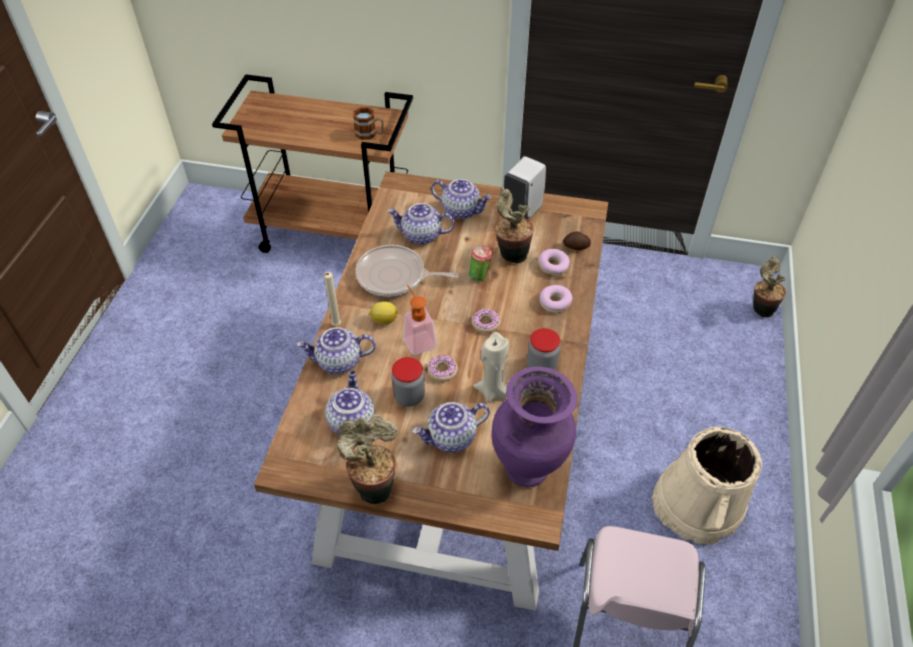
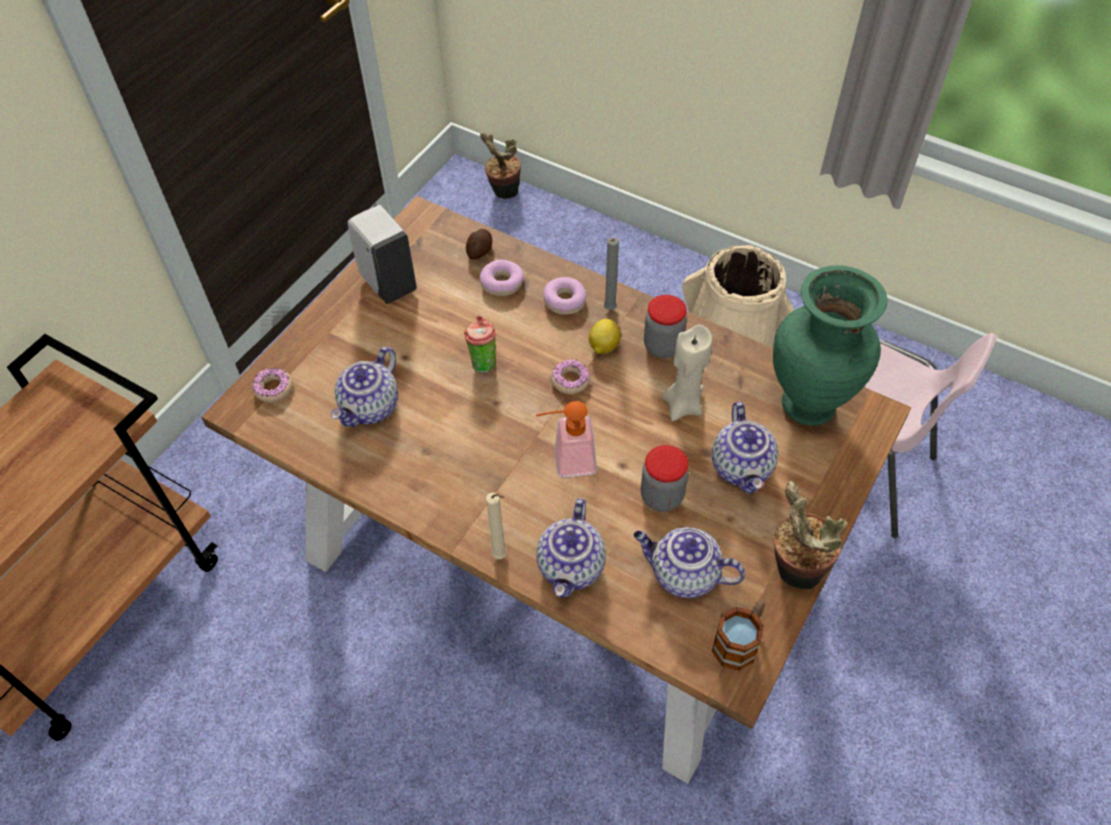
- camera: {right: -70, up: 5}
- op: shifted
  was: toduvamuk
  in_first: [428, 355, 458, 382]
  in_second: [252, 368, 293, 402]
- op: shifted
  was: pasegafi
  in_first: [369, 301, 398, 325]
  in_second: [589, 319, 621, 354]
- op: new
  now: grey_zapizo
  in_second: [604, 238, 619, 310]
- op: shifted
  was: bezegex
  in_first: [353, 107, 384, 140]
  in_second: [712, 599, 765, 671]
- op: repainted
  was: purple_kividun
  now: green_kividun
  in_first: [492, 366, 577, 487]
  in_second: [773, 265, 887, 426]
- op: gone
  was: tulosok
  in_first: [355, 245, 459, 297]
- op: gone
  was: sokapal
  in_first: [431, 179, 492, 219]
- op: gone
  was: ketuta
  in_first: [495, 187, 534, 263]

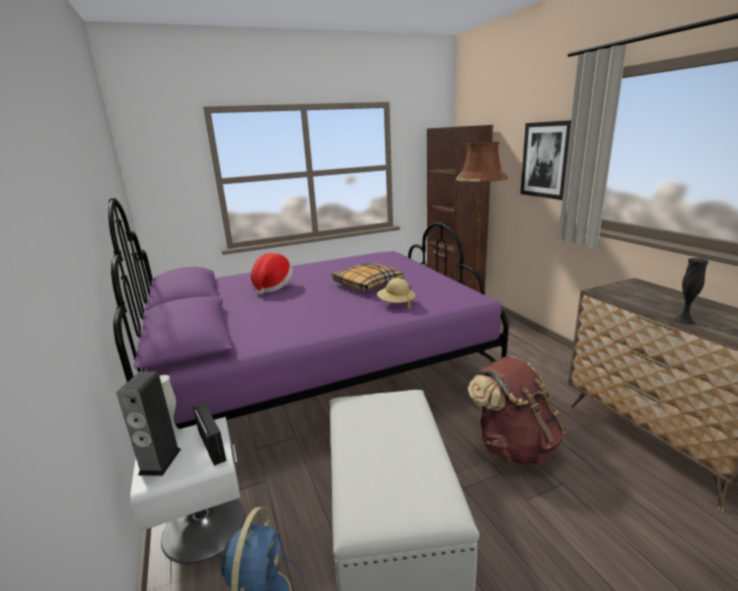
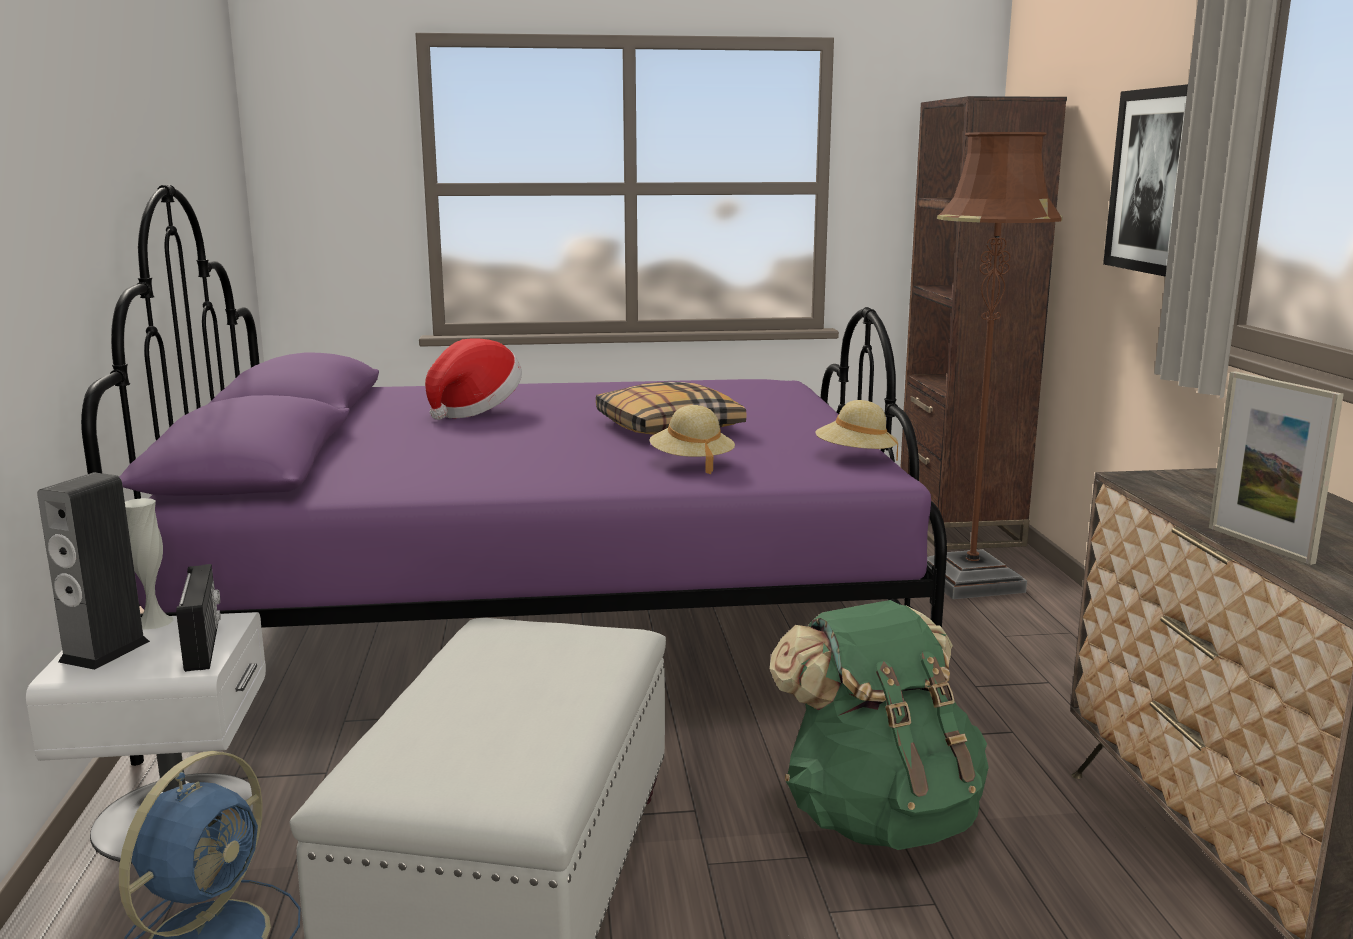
- camera: {right: 15, up: -5}
- op: repainted
  was: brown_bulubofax
  now: green_bulubofax
  in_first: [468, 356, 566, 464]
  in_second: [769, 600, 989, 850]
- op: new
  now: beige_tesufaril
  in_second: [815, 400, 898, 461]
- op: swapped
  was: black_kividun
  now: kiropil
  in_first: [673, 258, 709, 325]
  in_second: [1209, 371, 1344, 565]

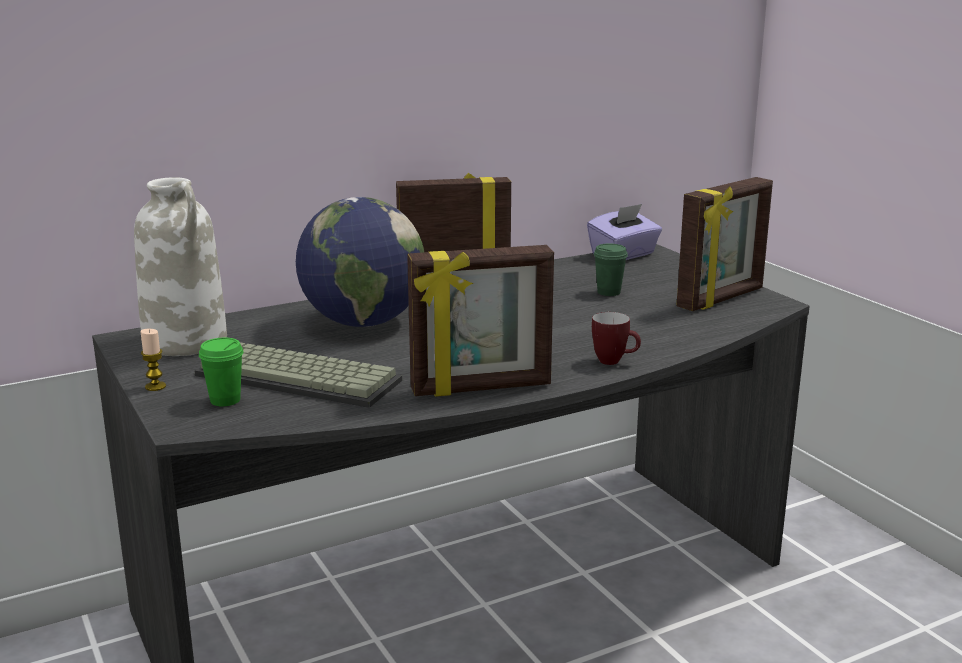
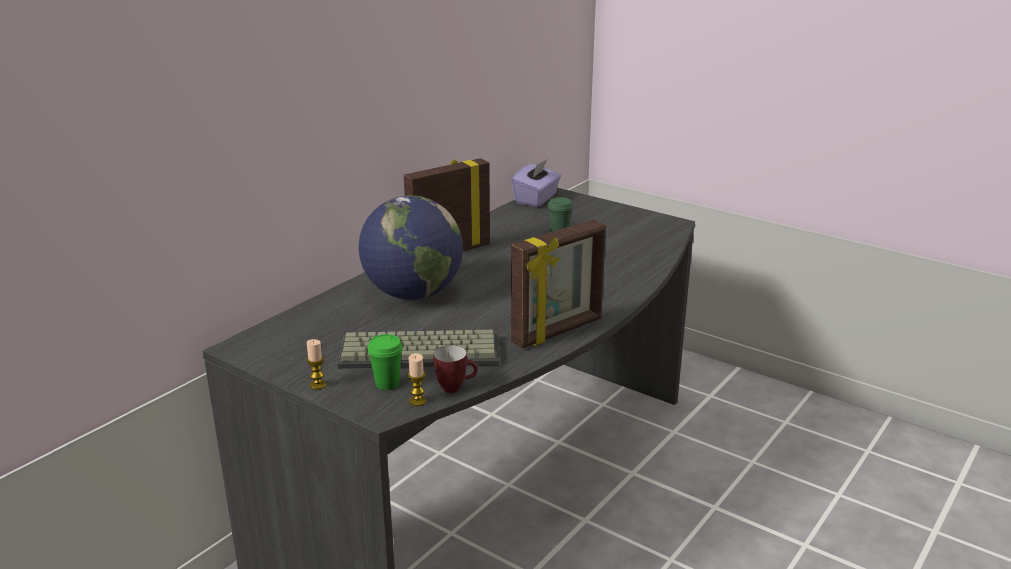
- camera: {right: -25, up: 5}
- op: new
  now: zapizo
  in_second: [408, 353, 426, 406]
- op: shifted
  was: bezegex
  in_first: [592, 312, 641, 365]
  in_second: [433, 345, 477, 393]
- op: gone
  was: white_kividun
  in_first: [134, 177, 227, 356]
- op: gone
  was: kiropil
  in_first: [676, 177, 773, 311]

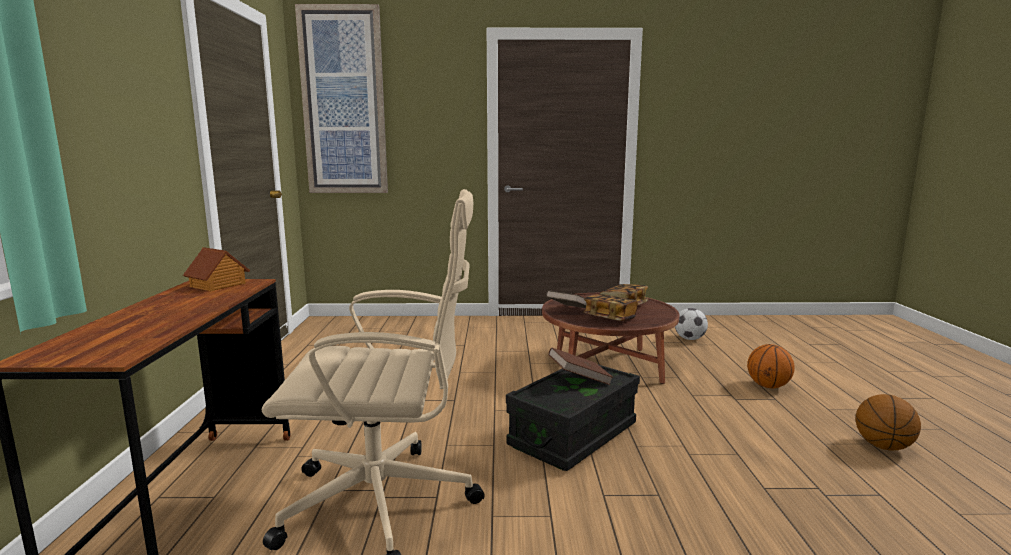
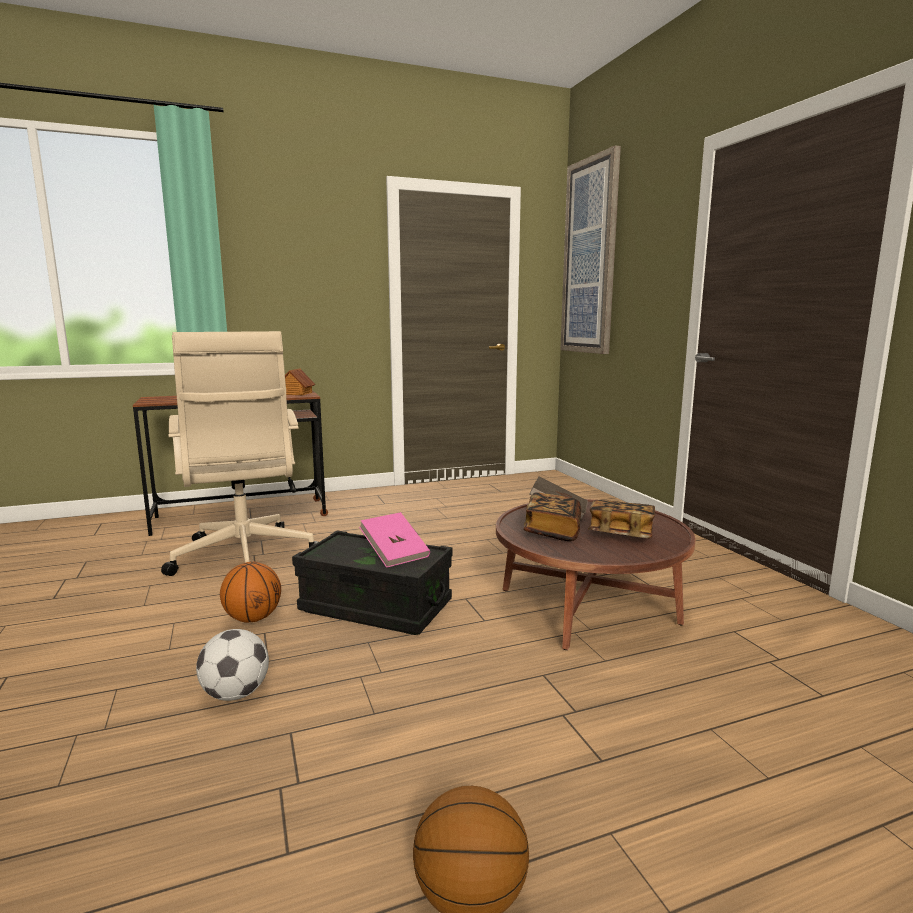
- camera: {right: 70, up: 0}
- op: shifted
  was: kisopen
  in_first: [675, 308, 708, 340]
  in_second: [196, 629, 269, 701]
- op: shifted
  was: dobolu
  in_first: [747, 344, 795, 389]
  in_second: [220, 562, 281, 623]
- op: repainted
  was: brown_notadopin
  now: pink_notadopin
  in_first: [548, 347, 614, 385]
  in_second: [359, 512, 430, 568]

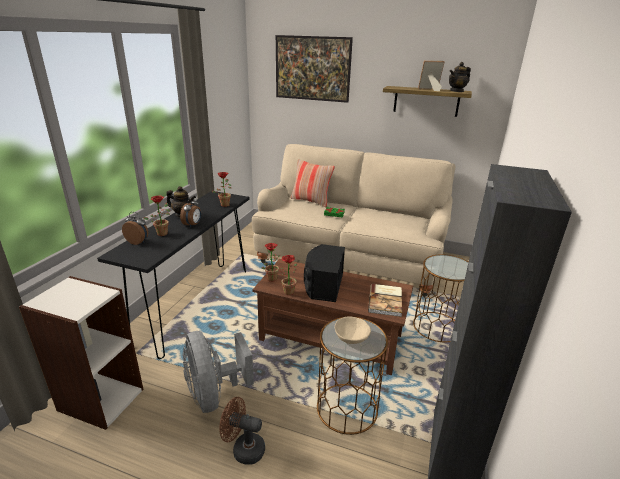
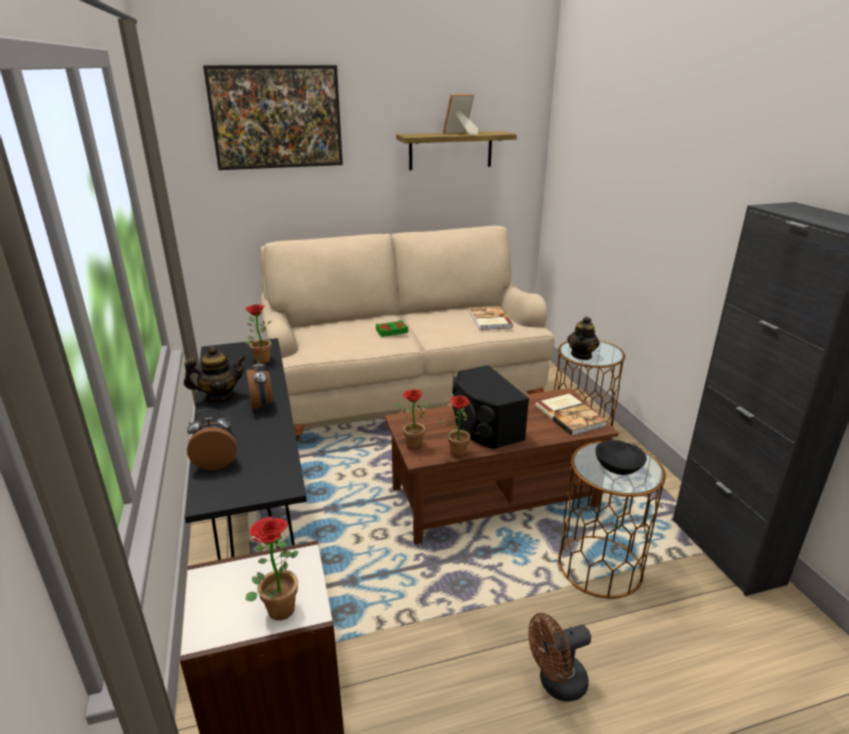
- camera: {right: -35, up: 0}
- op: shifted
  was: ketuta
  in_first: [144, 196, 170, 236]
  in_second: [246, 516, 299, 620]
- op: new
  now: notadopin
  in_second: [470, 306, 513, 330]
- op: shifted
  was: sokapal
  in_first: [449, 62, 471, 92]
  in_second: [567, 316, 600, 360]
- op: repainted
  was: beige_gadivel
  now: black_gadivel
  in_first: [335, 317, 371, 344]
  in_second: [595, 440, 647, 475]
- op: gone
  was: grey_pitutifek
  in_first: [183, 331, 254, 413]
- op: gone
  was: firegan
  in_first: [290, 159, 335, 207]

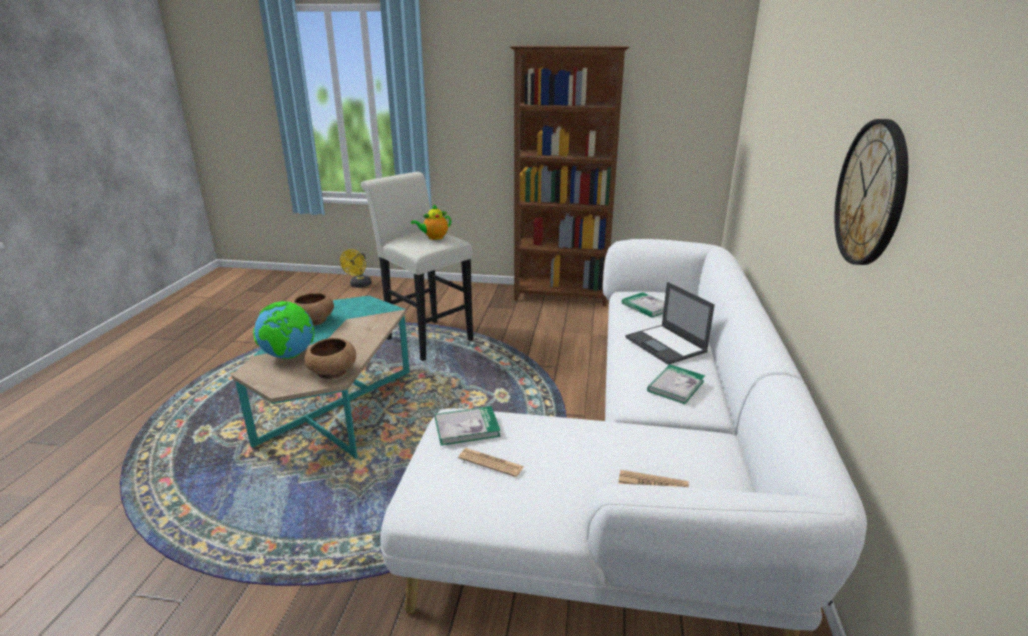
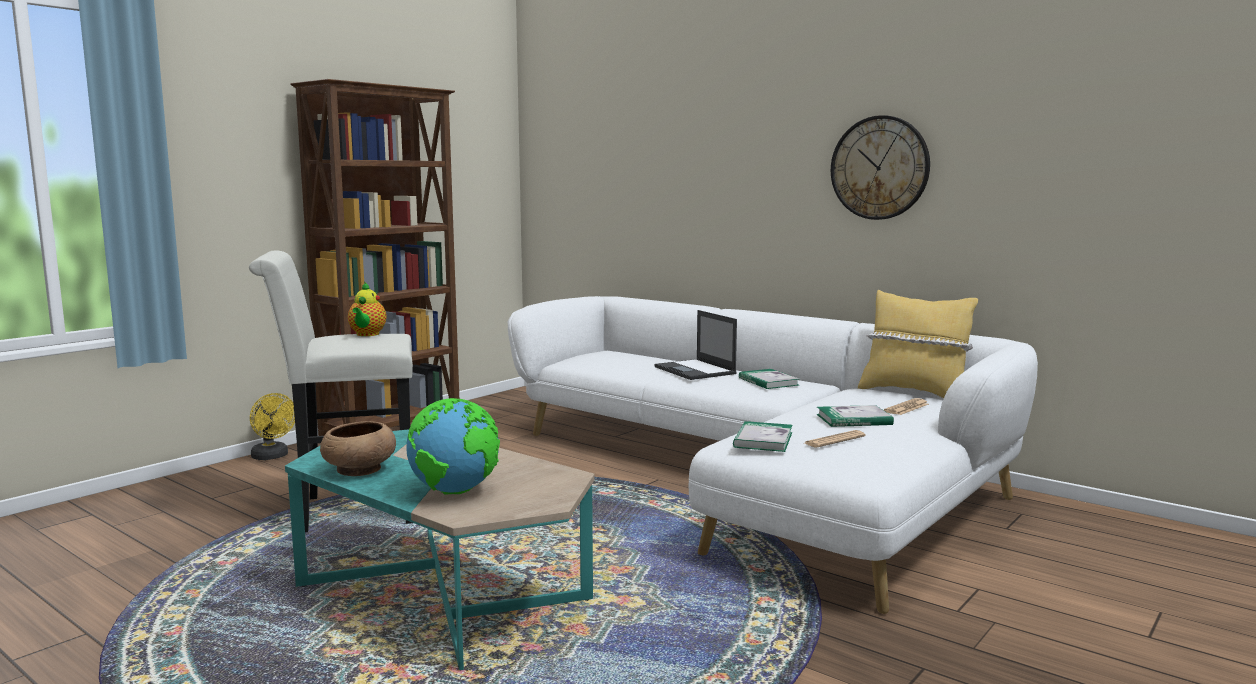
- camera: {right: -60, up: -15}
- op: shifted
  was: yellow_pitutifek
  in_first: [340, 249, 372, 287]
  in_second: [250, 393, 295, 460]
- op: rotated
  was: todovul
  in_first: [625, 282, 715, 365]
  in_second: [654, 310, 737, 380]
  clockwise: 60
- op: shifted
  was: notadopin
  in_first: [622, 292, 665, 317]
  in_second: [817, 405, 894, 427]
- op: new
  now: yellow_firegan
  in_second: [858, 290, 978, 398]
- op: gone
  was: brown_gadivel
  in_first: [305, 338, 356, 379]

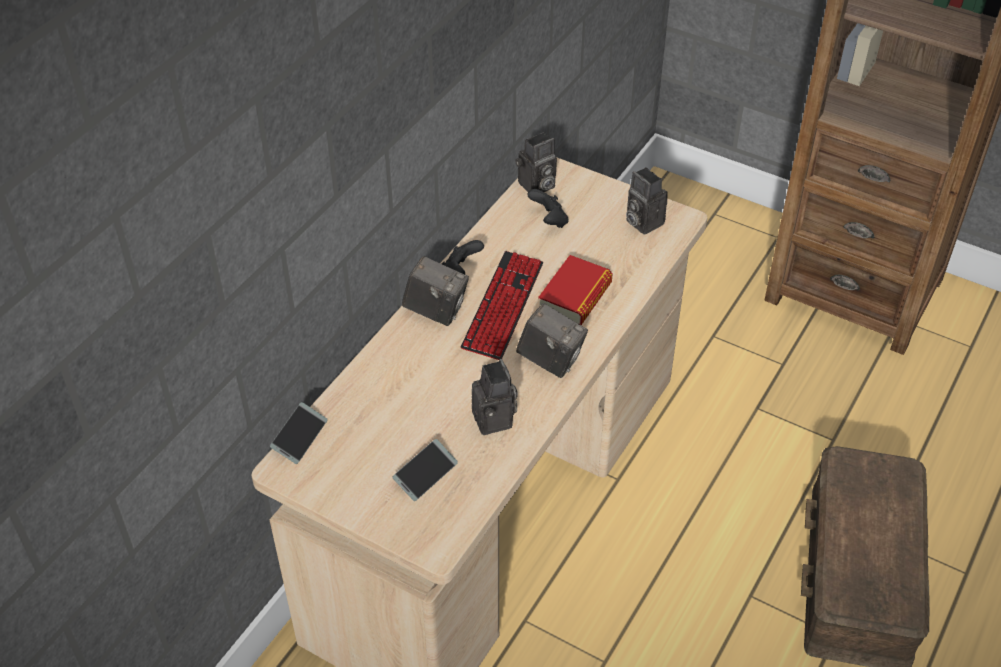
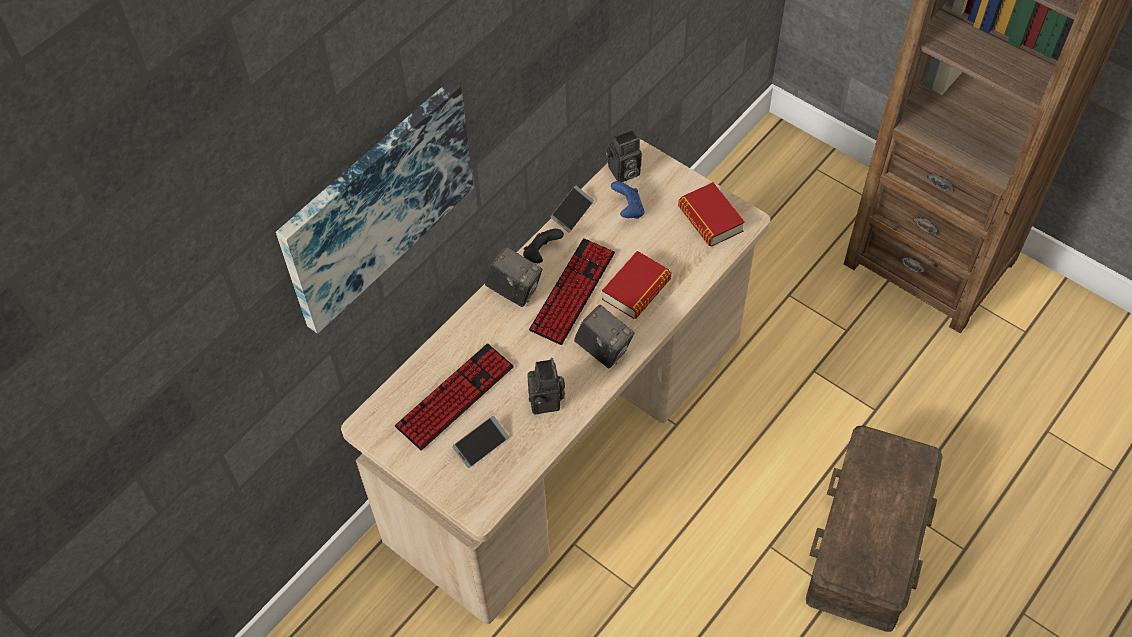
- camera: {right: 10, up: 10}
- op: new
  now: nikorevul
  in_second: [276, 80, 474, 334]
- op: new
  now: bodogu
  in_second: [395, 344, 514, 450]
- op: shifted
  was: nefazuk
  in_first: [270, 402, 327, 464]
  in_second: [550, 186, 594, 232]
- op: repainted
  was: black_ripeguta
  now: blue_ripeguta
  in_first: [527, 189, 569, 228]
  in_second: [611, 181, 645, 219]
- op: swapped
  was: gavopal
  now: notadopin
  in_first: [626, 167, 668, 235]
  in_second: [678, 182, 745, 247]

